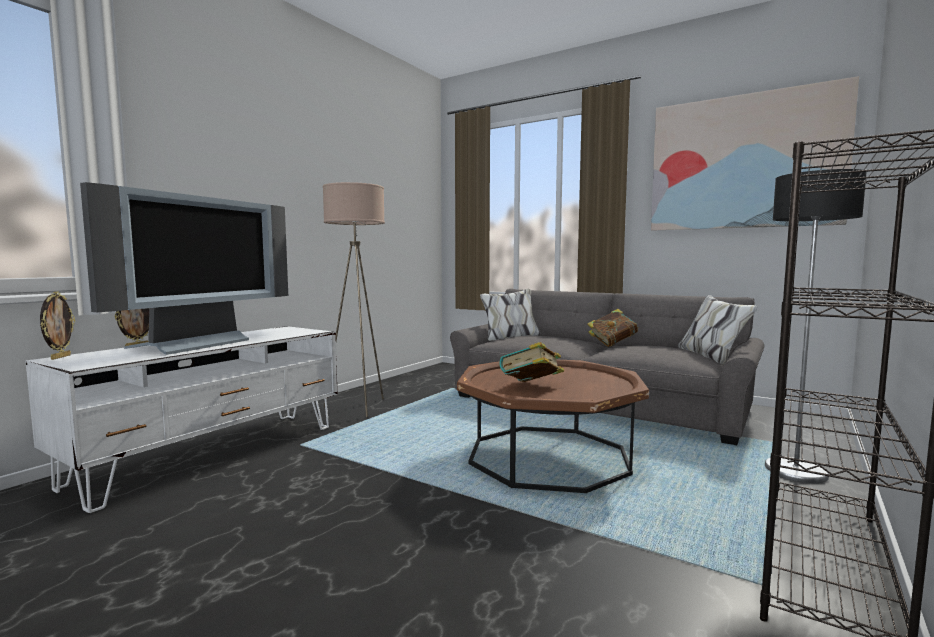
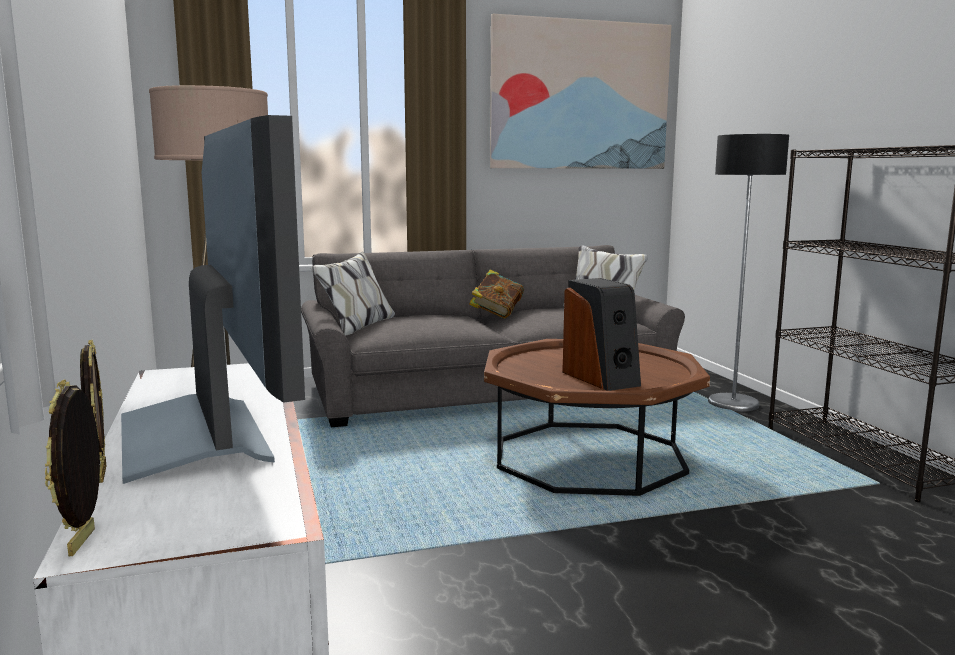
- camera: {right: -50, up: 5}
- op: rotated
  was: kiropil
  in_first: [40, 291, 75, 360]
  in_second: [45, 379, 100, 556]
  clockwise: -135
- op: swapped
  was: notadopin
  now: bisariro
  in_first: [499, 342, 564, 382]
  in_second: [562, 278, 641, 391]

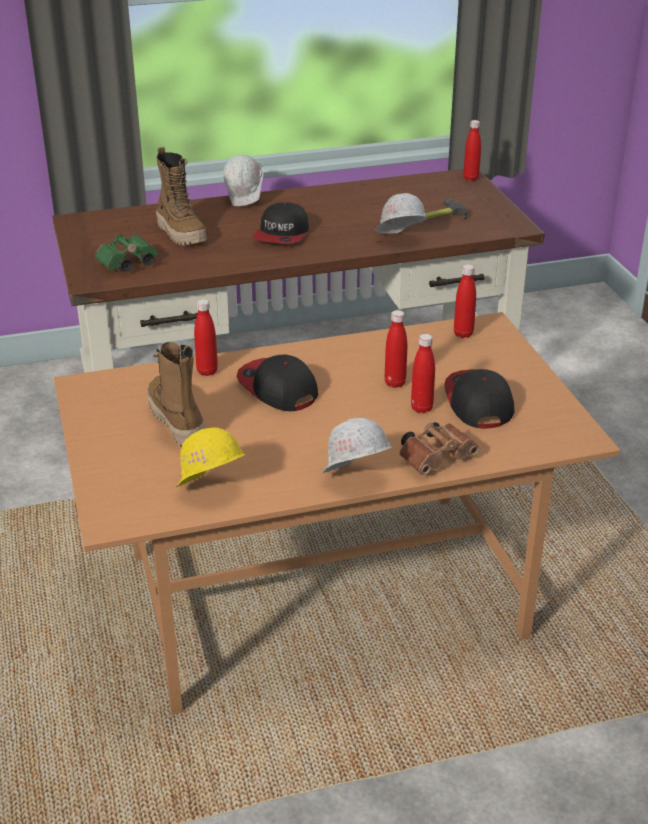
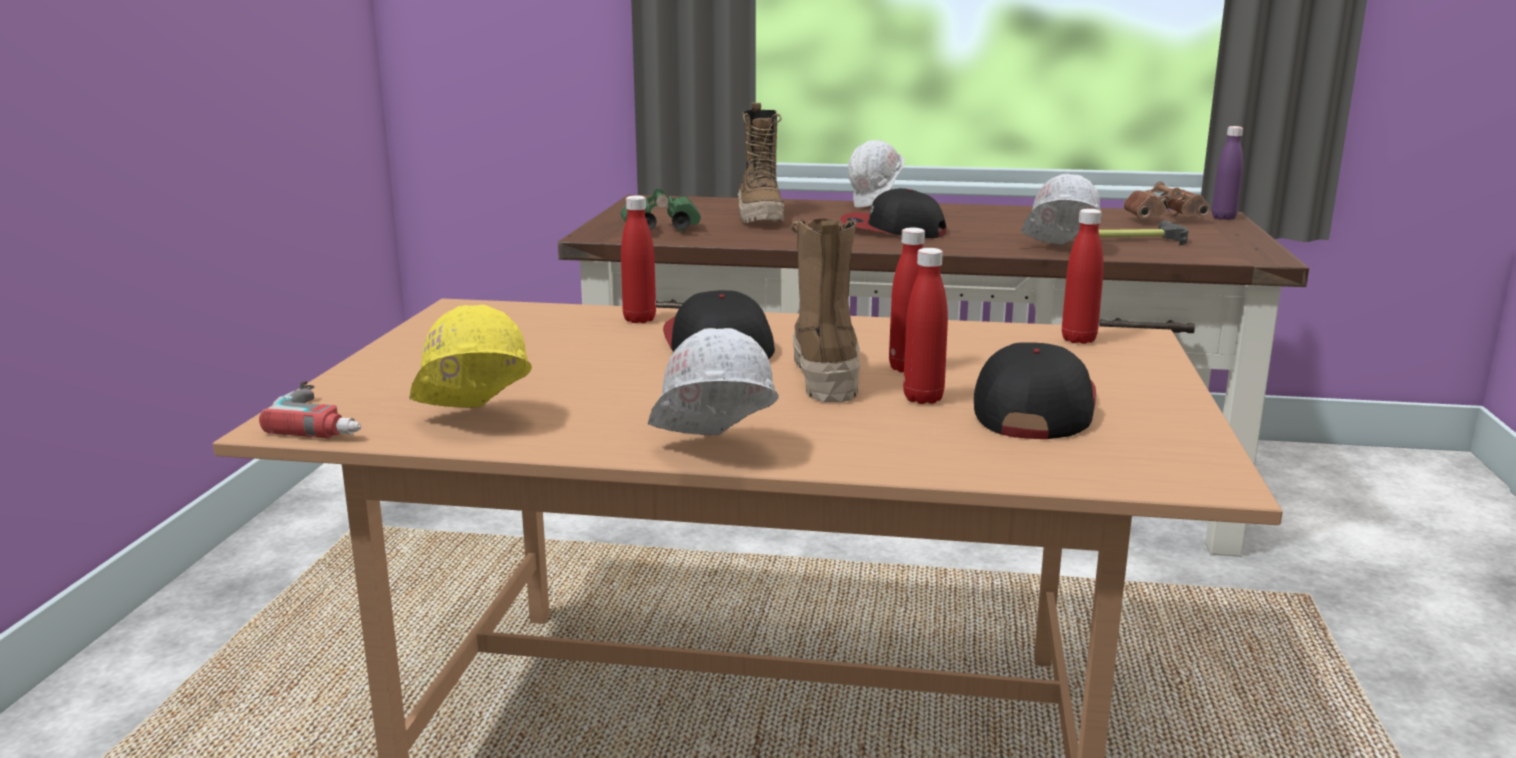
- camera: {right: 25, up: -15}
- op: new
  now: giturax
  in_second: [259, 381, 361, 438]
- op: shifted
  was: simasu
  in_first: [148, 342, 205, 446]
  in_second: [791, 219, 860, 402]
- op: rotated
  was: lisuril
  in_first: [253, 202, 309, 244]
  in_second: [840, 188, 946, 238]
  clockwise: 75
- op: shifted
  was: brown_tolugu
  in_first: [400, 422, 479, 475]
  in_second: [1123, 181, 1210, 219]
- op: repainted
  was: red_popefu
  now: purple_popefu
  in_first: [463, 120, 481, 181]
  in_second: [1212, 126, 1243, 220]

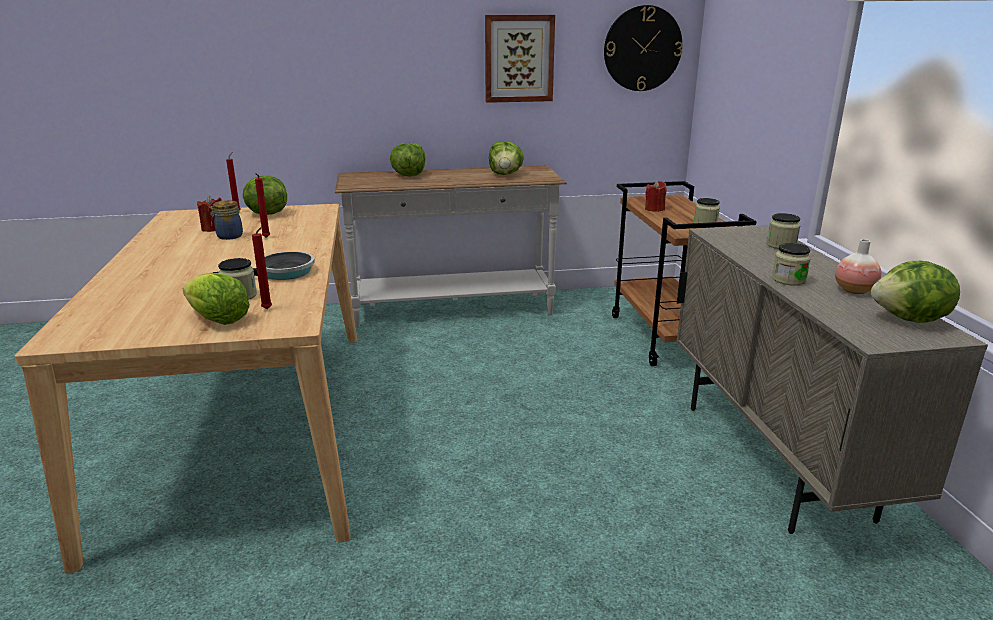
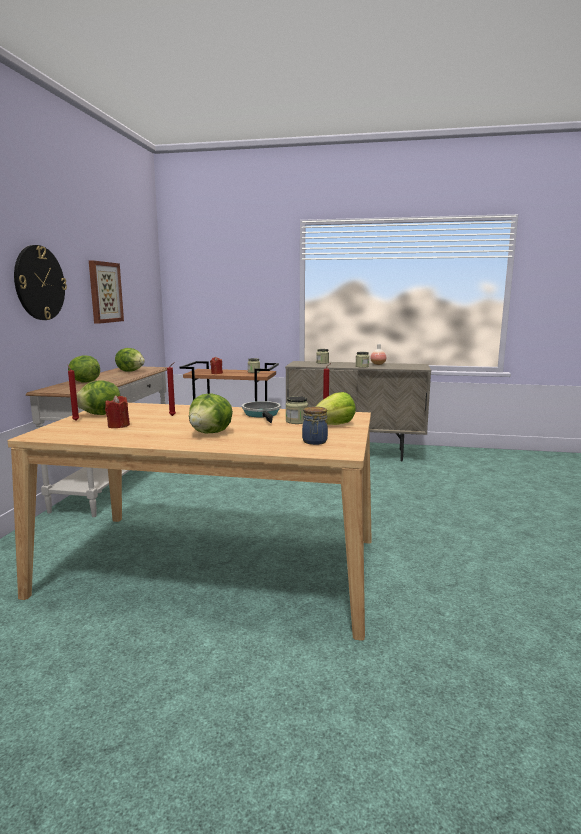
- camera: {right: -70, up: -10}
- op: shifted
  was: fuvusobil
  in_first: [604, 5, 683, 91]
  in_second: [14, 245, 67, 320]
- op: shifted
  was: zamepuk
  in_first: [871, 261, 960, 323]
  in_second: [189, 393, 233, 433]
- op: shifted
  was: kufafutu
  in_first: [209, 200, 243, 240]
  in_second: [302, 406, 328, 445]

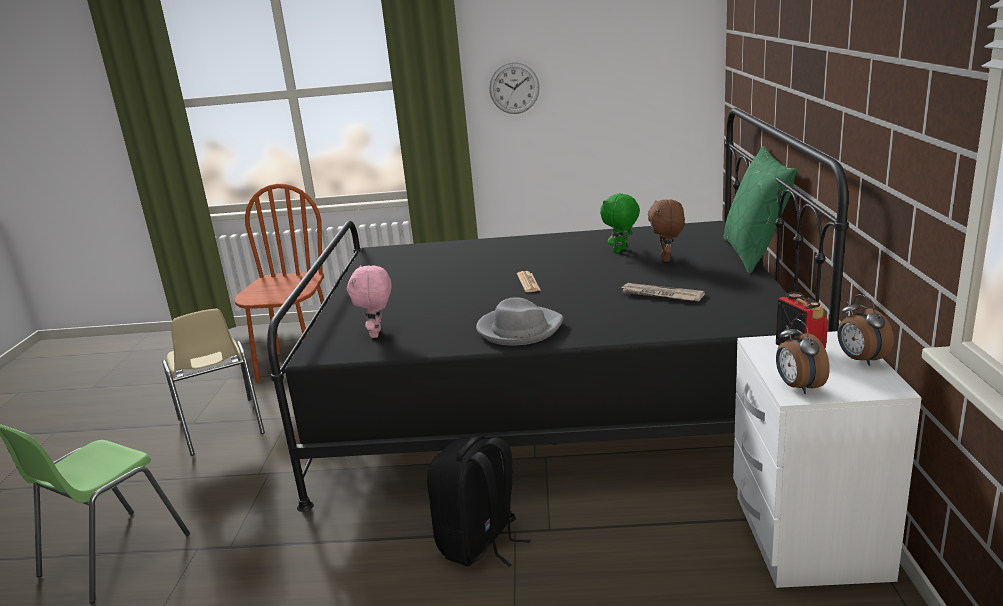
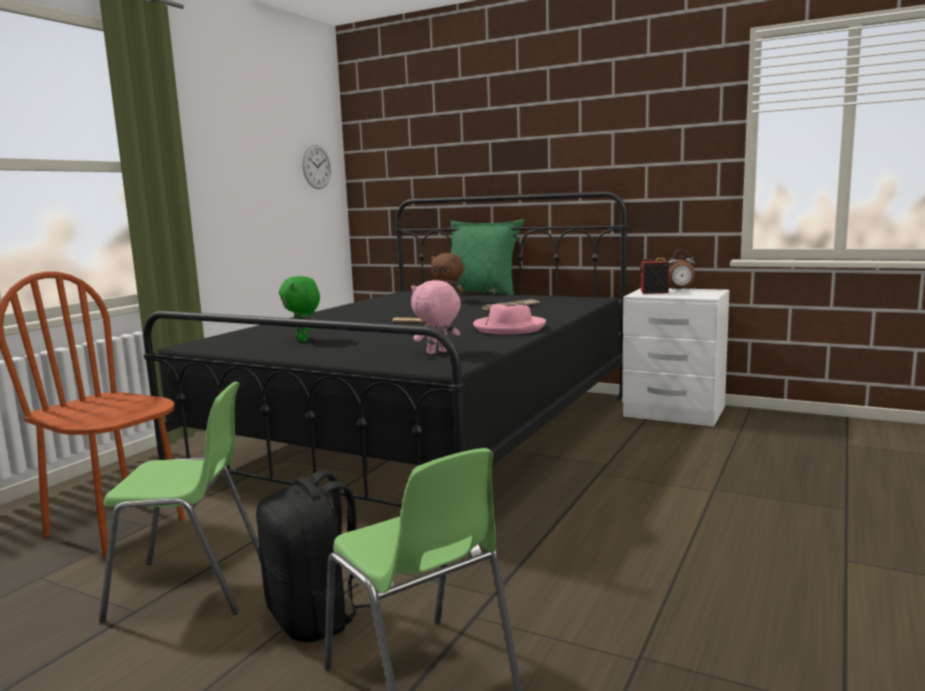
- camera: {right: -65, up: -10}
- op: repainted
  was: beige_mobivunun
  now: green_mobivunun
  in_first: [162, 309, 265, 456]
  in_second: [99, 381, 260, 623]
- op: shifted
  was: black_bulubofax
  in_first: [427, 436, 531, 567]
  in_second: [256, 470, 371, 642]
- op: shifted
  was: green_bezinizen
  in_first: [600, 193, 640, 253]
  in_second: [279, 276, 320, 342]
- op: shifted
  was: fuvusobil
  in_first: [489, 62, 539, 114]
  in_second: [303, 145, 331, 189]
- op: rotated
  was: pink_bezinizen
  in_first: [347, 265, 391, 338]
  in_second: [411, 280, 461, 354]
  clockwise: 120
- op: repainted
  was: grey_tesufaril
  now: pink_tesufaril
  in_first: [476, 297, 564, 345]
  in_second: [473, 304, 546, 335]
- op: gone
  was: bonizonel
  in_first: [776, 318, 830, 394]

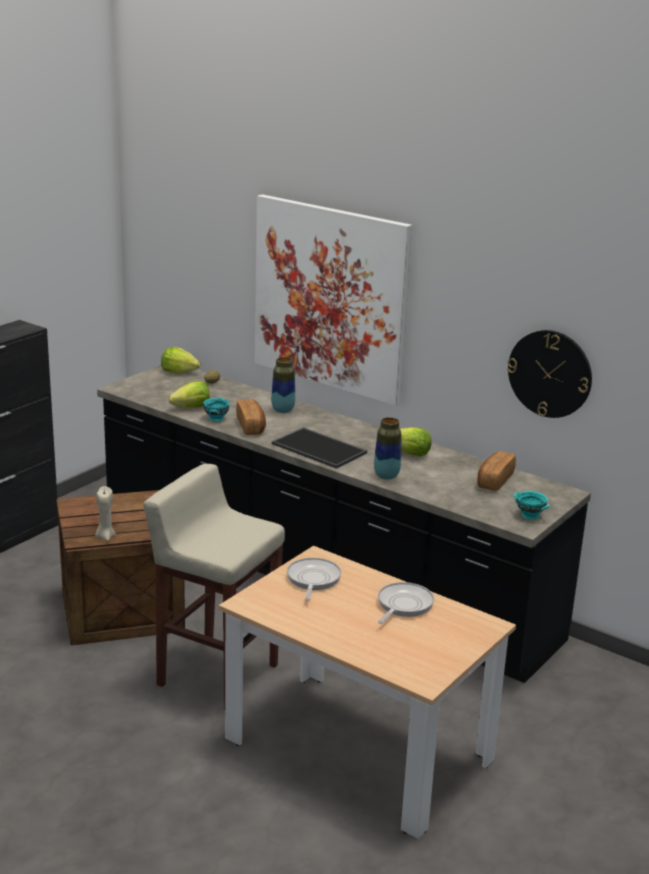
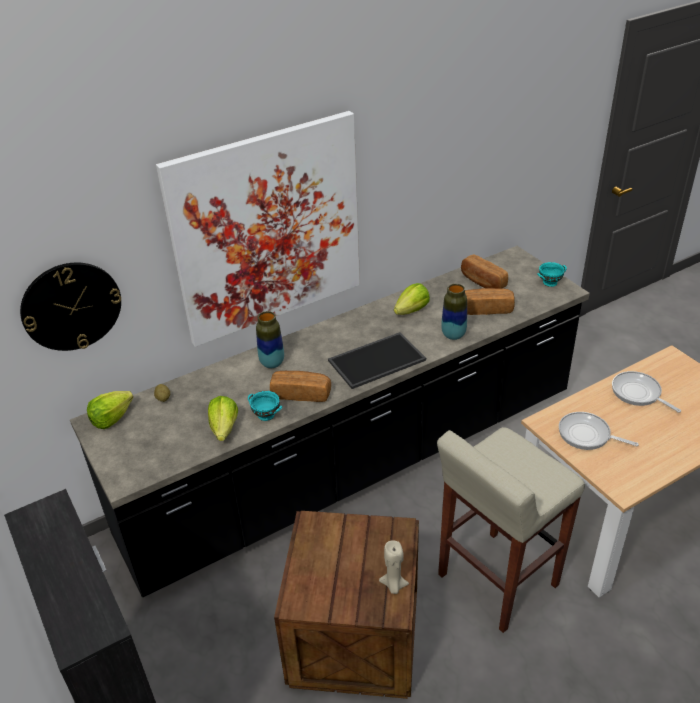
- camera: {right: -65, up: 15}
- op: shifted
  was: fuvusobil
  in_first: [507, 330, 592, 418]
  in_second: [20, 263, 121, 351]
- op: new
  now: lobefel
  in_second: [465, 288, 515, 315]

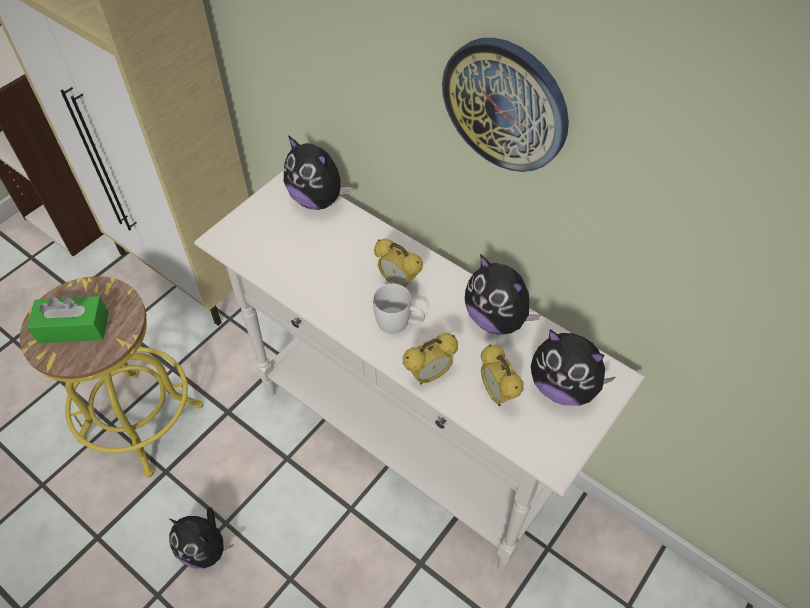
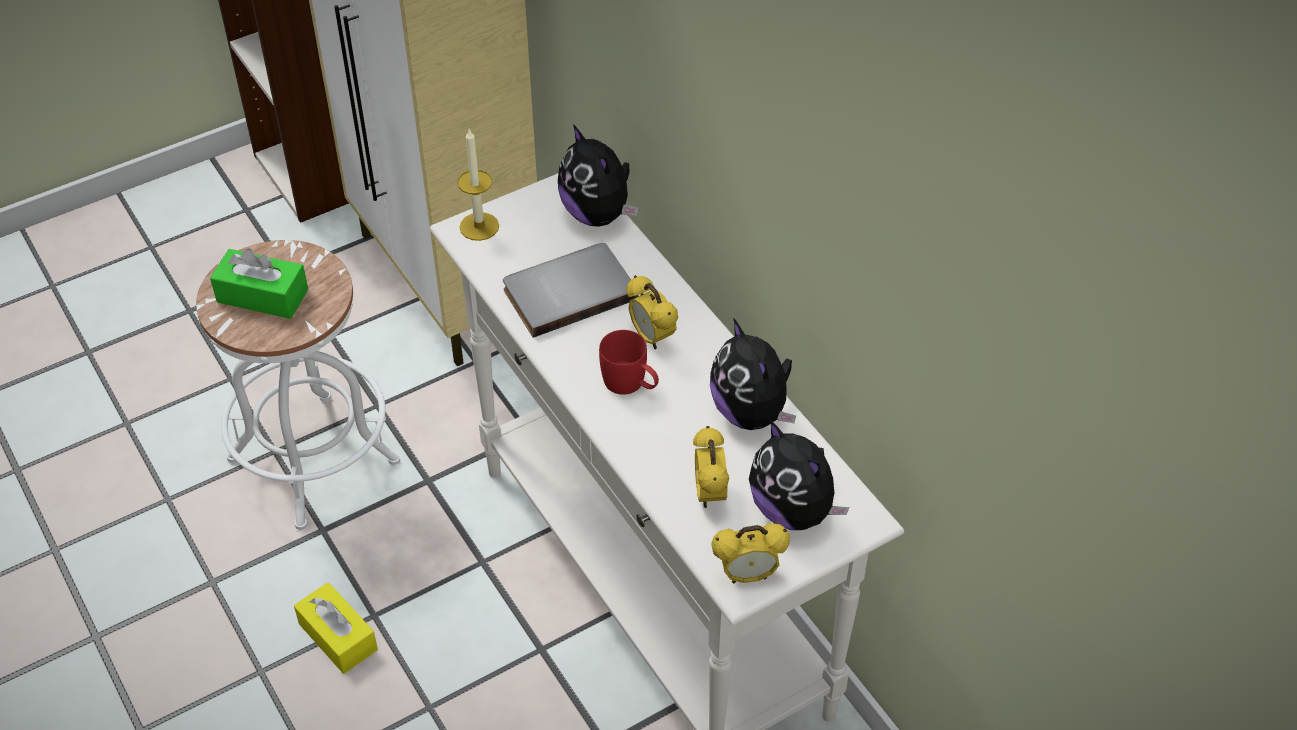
- camera: {right: 20, up: -5}
- op: repainted
  was: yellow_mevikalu
  now: white_mevikalu
  in_first: [20, 276, 203, 477]
  in_second: [196, 240, 401, 530]
- op: swapped
  was: bezinizen
  now: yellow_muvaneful
  in_first: [169, 507, 234, 569]
  in_second: [294, 582, 378, 674]
- op: new
  now: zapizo
  in_second: [457, 128, 499, 241]
- op: new
  now: grey_notadopin
  in_second: [503, 243, 638, 338]
- op: repainted
  was: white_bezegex
  now: red_bezegex
  in_first: [373, 283, 425, 334]
  in_second: [599, 330, 659, 395]
- op: shifted
  was: bonizonel
  in_first: [403, 333, 458, 385]
  in_second: [711, 524, 790, 583]
- op: gone
  was: fuvusobil
  in_first: [442, 38, 569, 172]

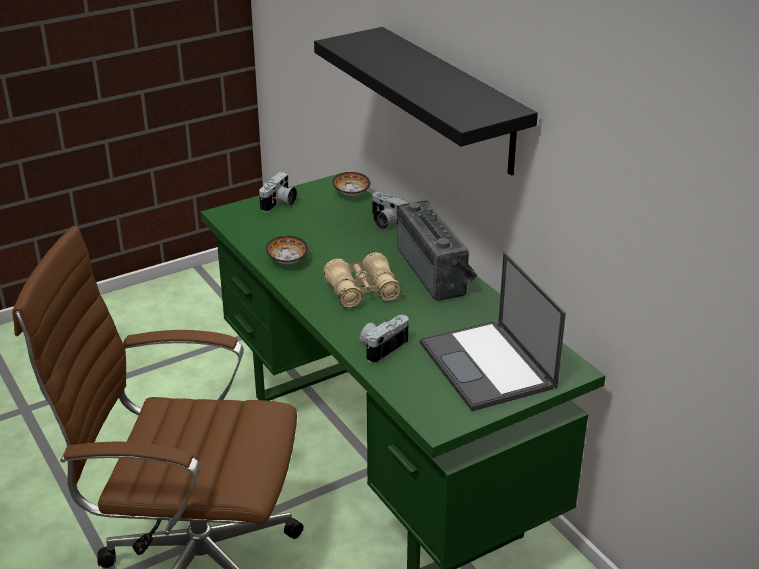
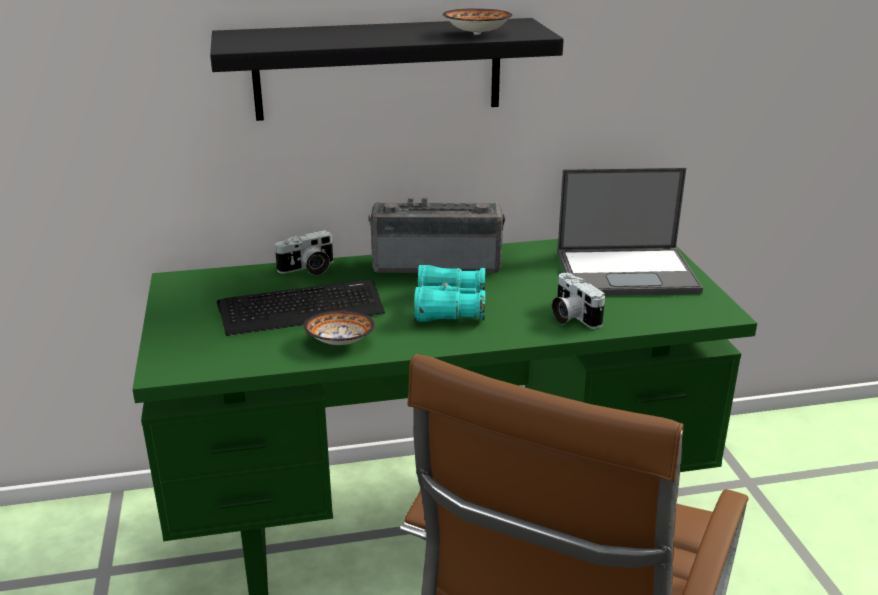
- camera: {right: -70, up: -5}
- op: new
  now: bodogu
  in_second: [217, 280, 385, 336]
- op: repainted
  was: beige_tolugu
  now: turquoise_tolugu
  in_first: [323, 252, 402, 308]
  in_second: [414, 265, 485, 322]
- op: shifted
  was: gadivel
  in_first: [332, 172, 371, 196]
  in_second: [443, 8, 512, 35]
- op: gone
  was: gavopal
  in_first: [259, 172, 297, 212]

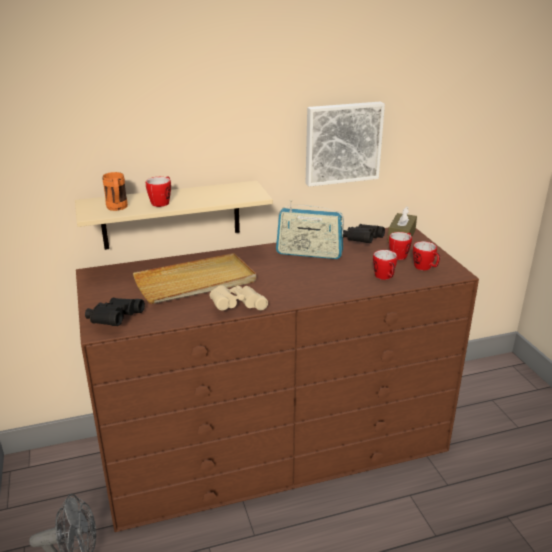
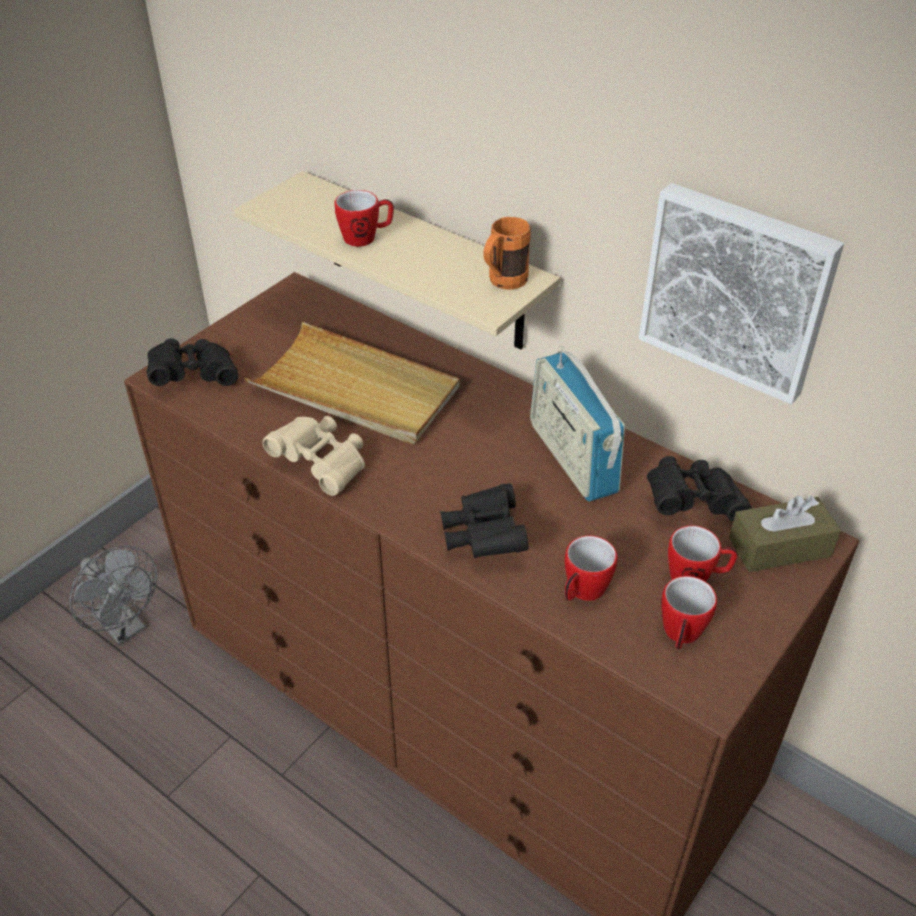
- camera: {right: 55, up: 15}
- op: new
  now: black_tolugu
  in_second: [441, 483, 529, 558]
- op: shifted
  was: orange_bezegex
  in_first: [102, 172, 128, 211]
  in_second: [483, 217, 531, 290]

